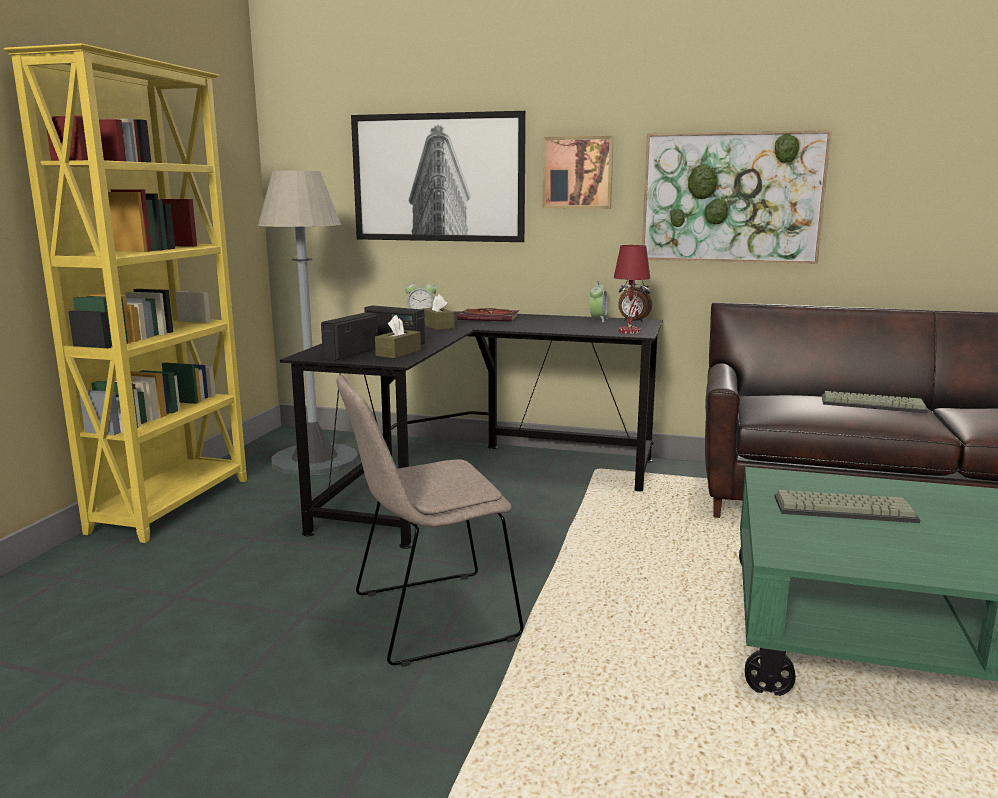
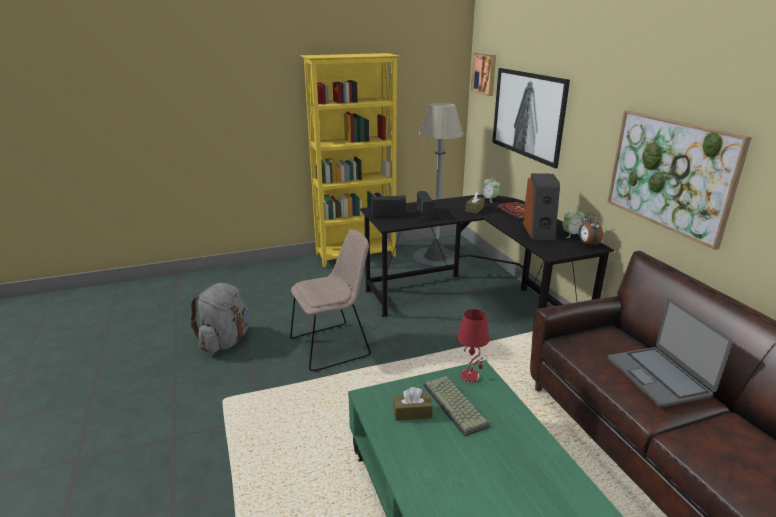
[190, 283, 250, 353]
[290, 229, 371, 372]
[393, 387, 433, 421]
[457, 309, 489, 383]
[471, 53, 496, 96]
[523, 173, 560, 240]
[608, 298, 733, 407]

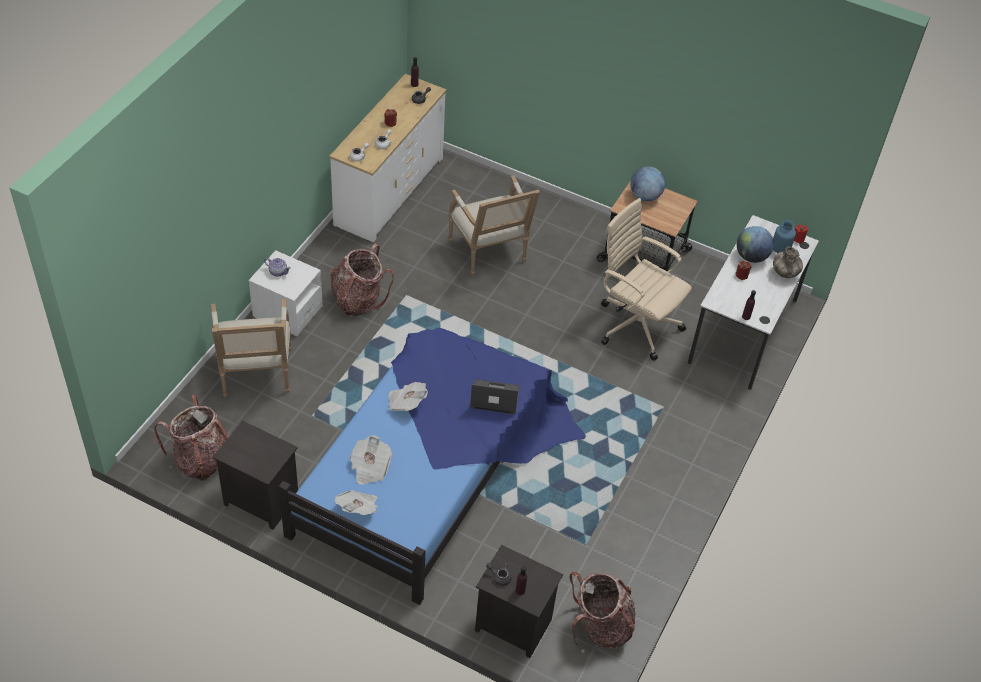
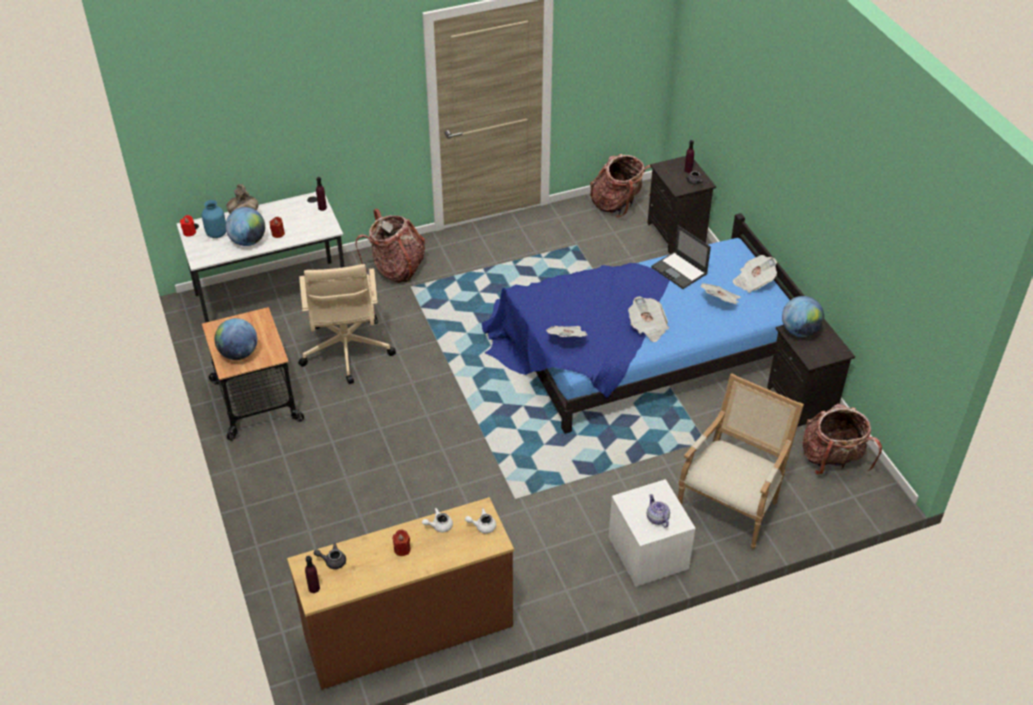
[287, 497, 514, 690]
[355, 209, 425, 283]
[546, 326, 588, 337]
[651, 225, 711, 289]
[782, 296, 824, 337]
[449, 175, 540, 275] (first image)

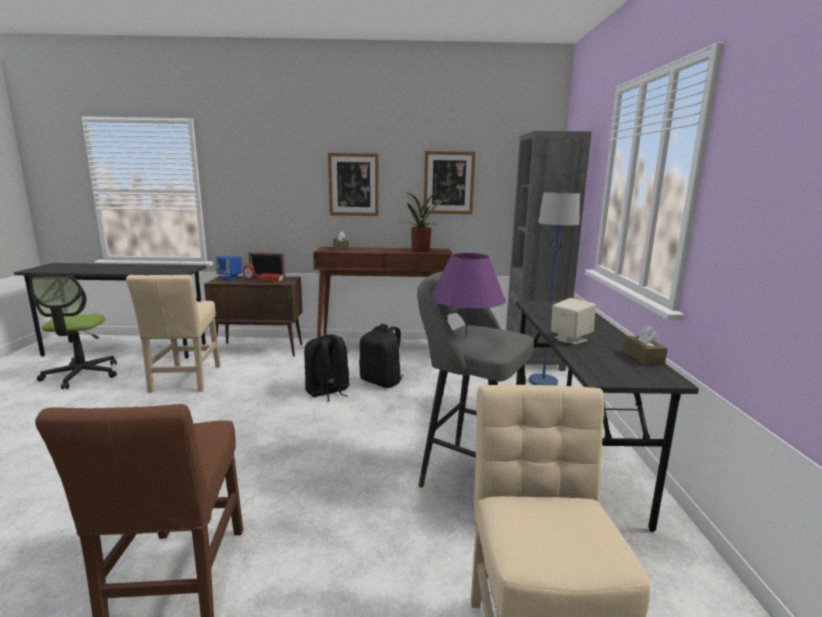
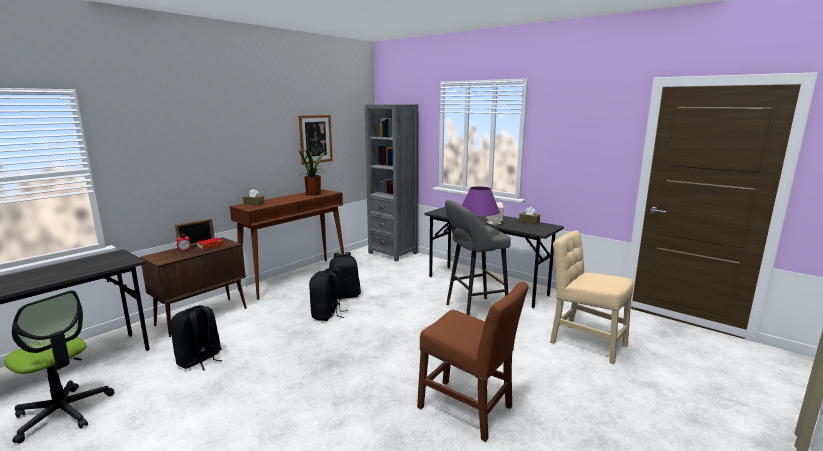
[170, 305, 223, 371]
[216, 256, 242, 280] (first image)
[328, 153, 379, 216] (first image)
[529, 192, 580, 385] (first image)

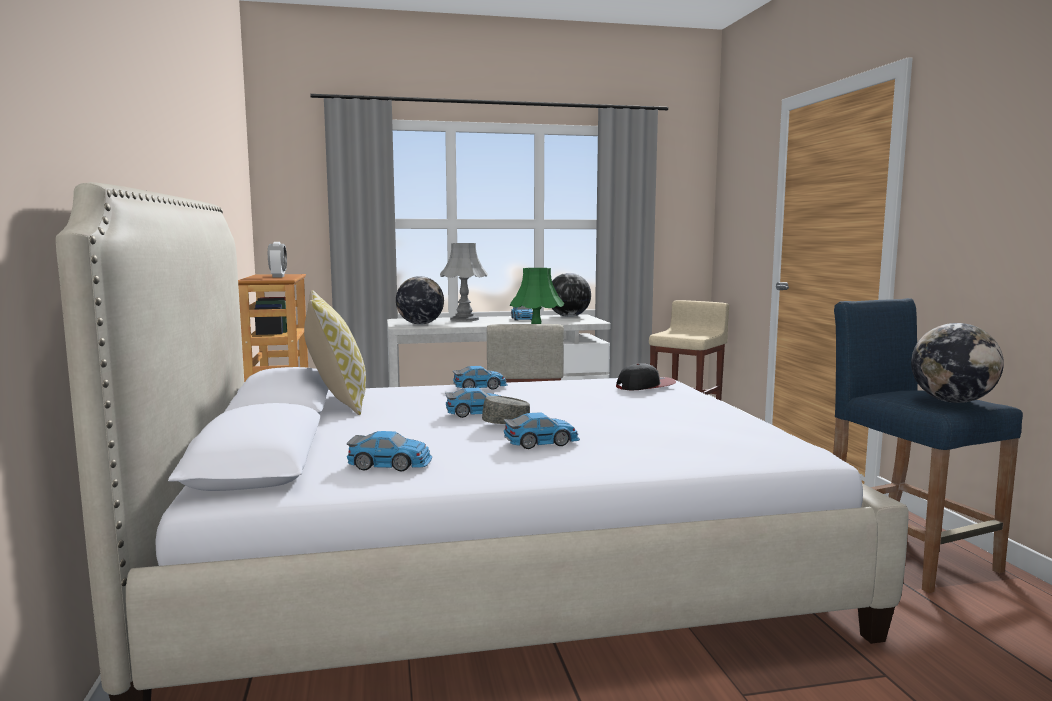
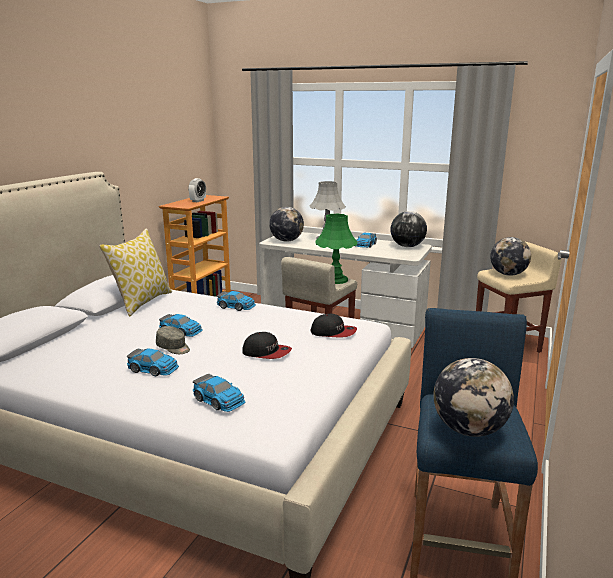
[193, 374, 246, 412]
[242, 332, 292, 359]
[490, 237, 531, 276]

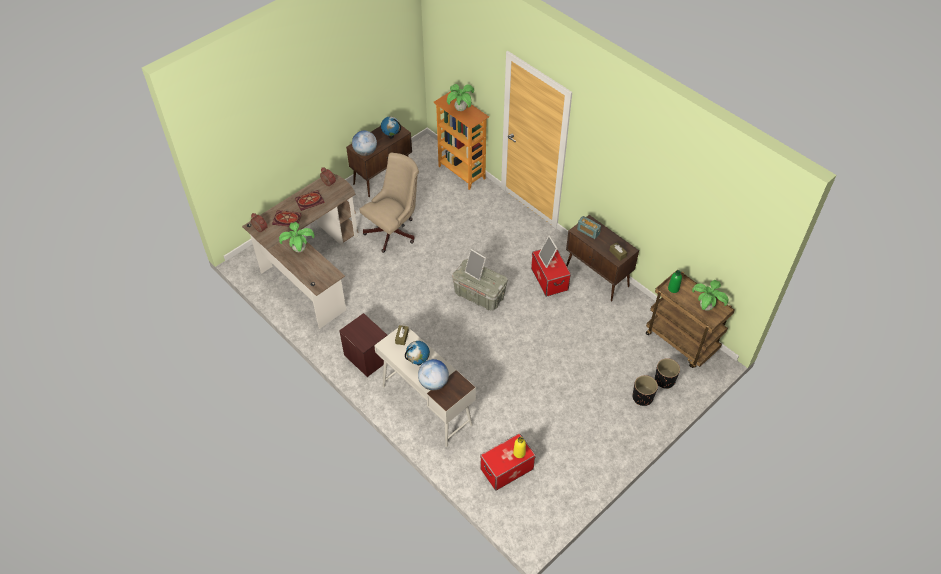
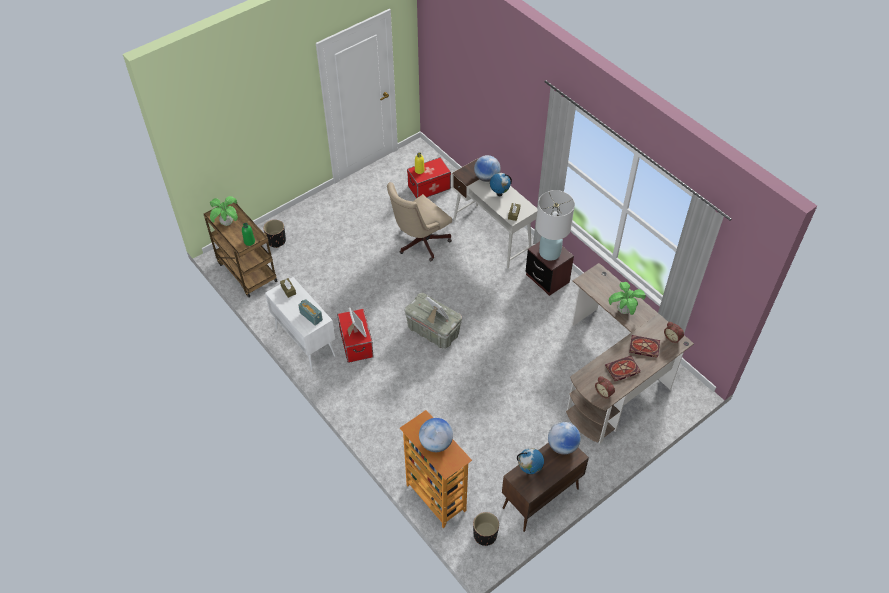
[265, 277, 336, 371]
[387, 182, 452, 261]
[419, 418, 453, 452]
[473, 512, 499, 546]
[536, 190, 575, 261]

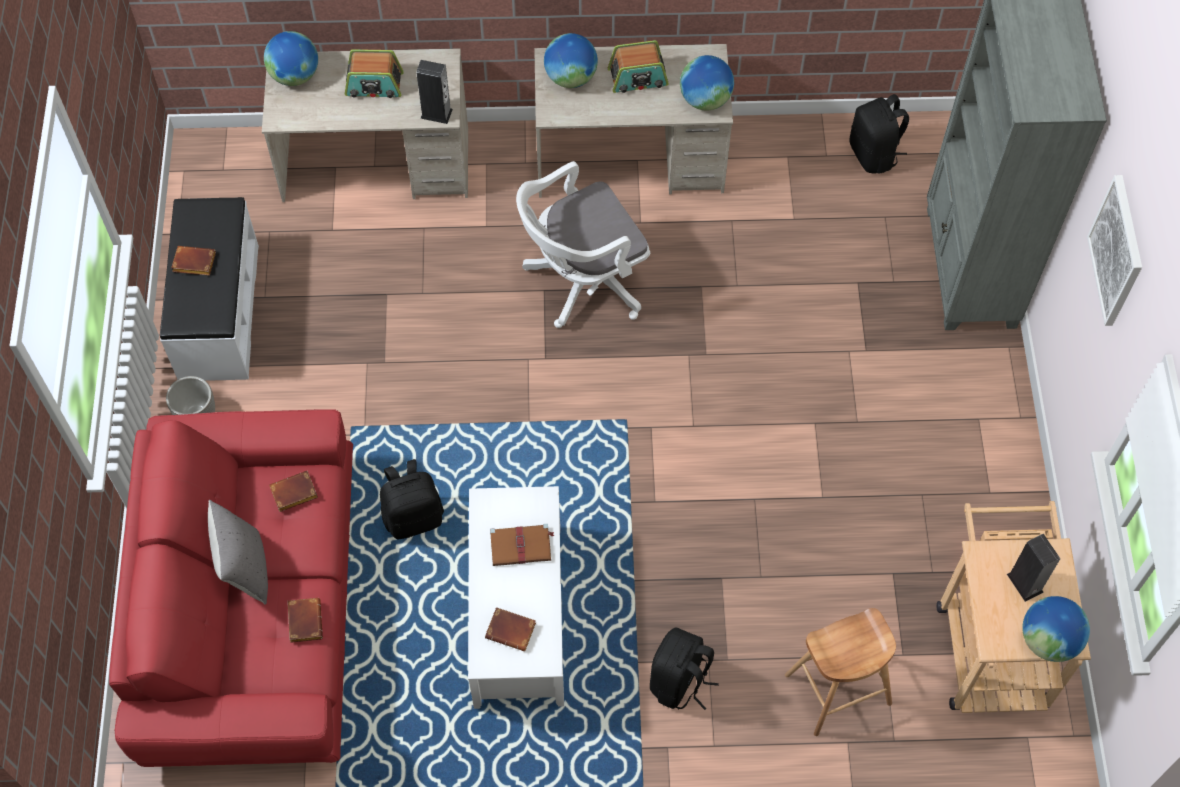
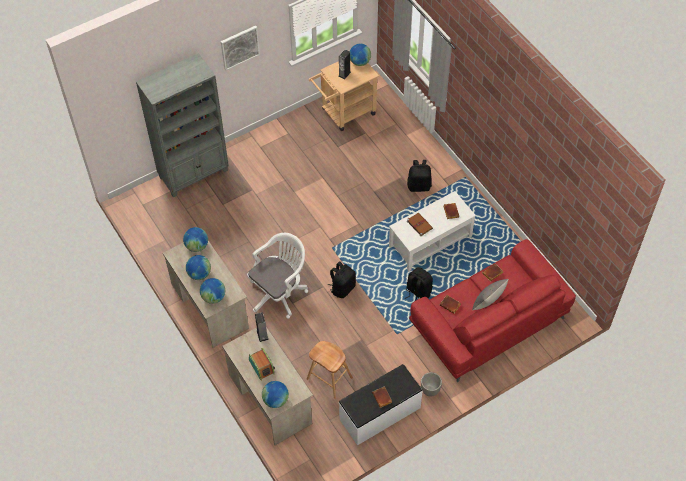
[186, 255, 211, 280]
[247, 233, 308, 319]
[306, 341, 353, 399]
[328, 261, 356, 298]

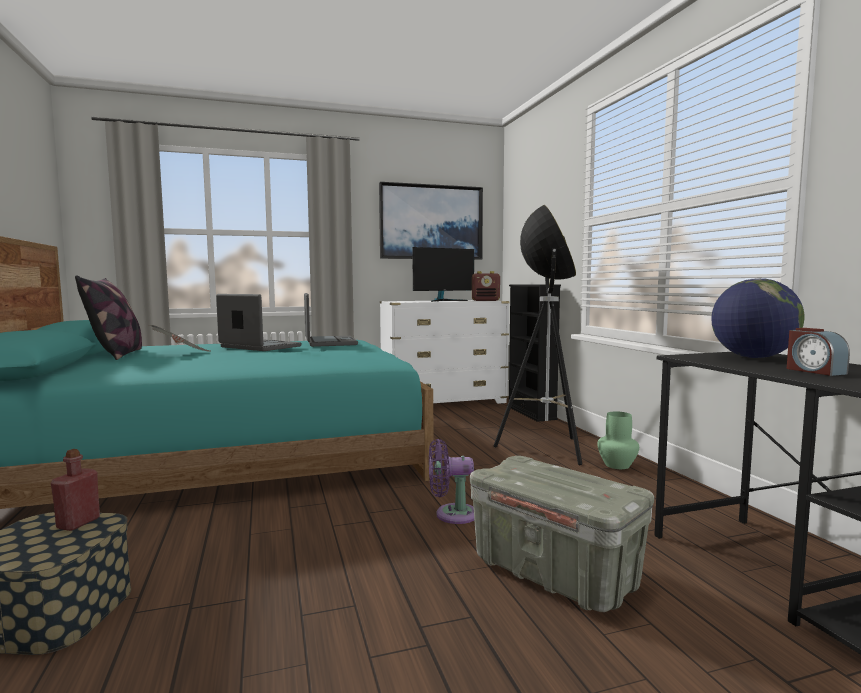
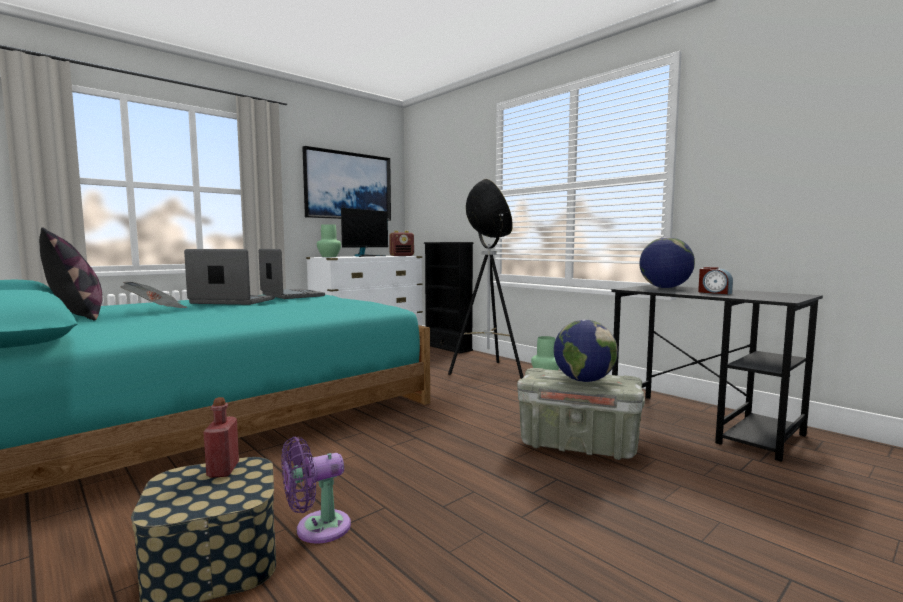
[281, 437, 351, 544]
[317, 224, 341, 257]
[554, 320, 618, 382]

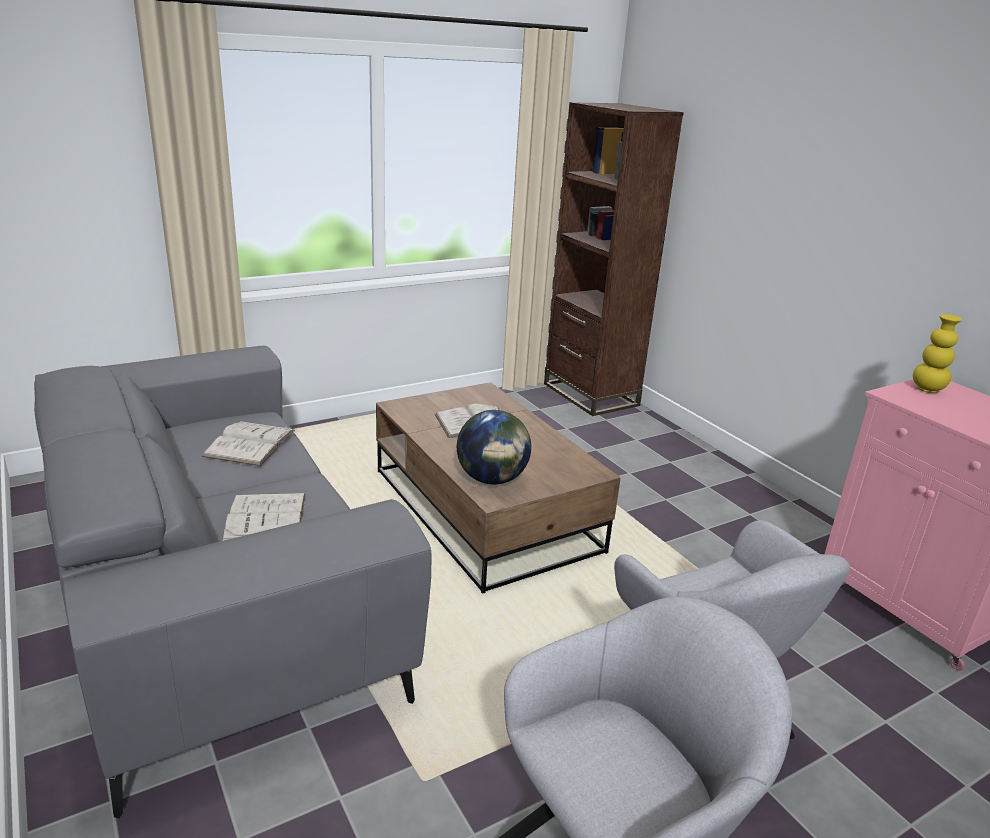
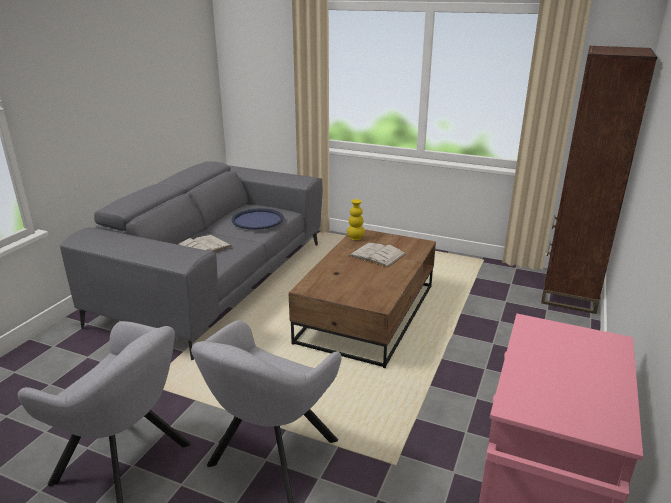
[232, 208, 284, 230]
[347, 199, 365, 240]
[457, 410, 531, 484] (first image)

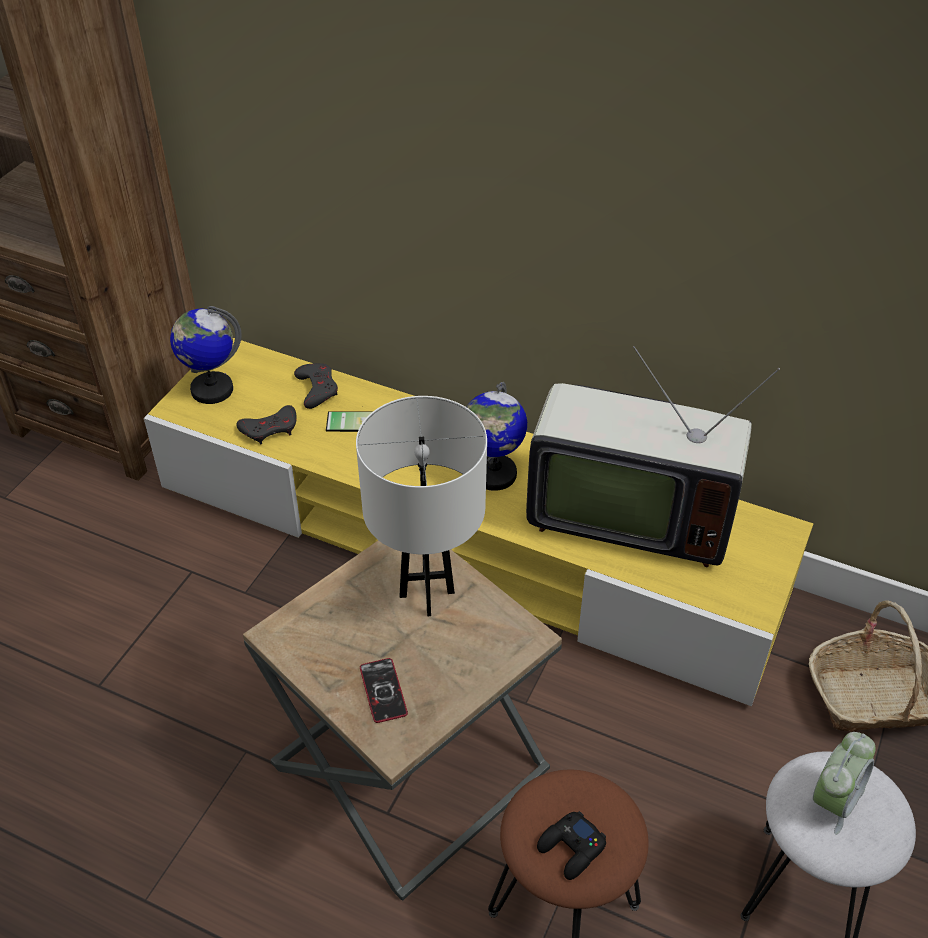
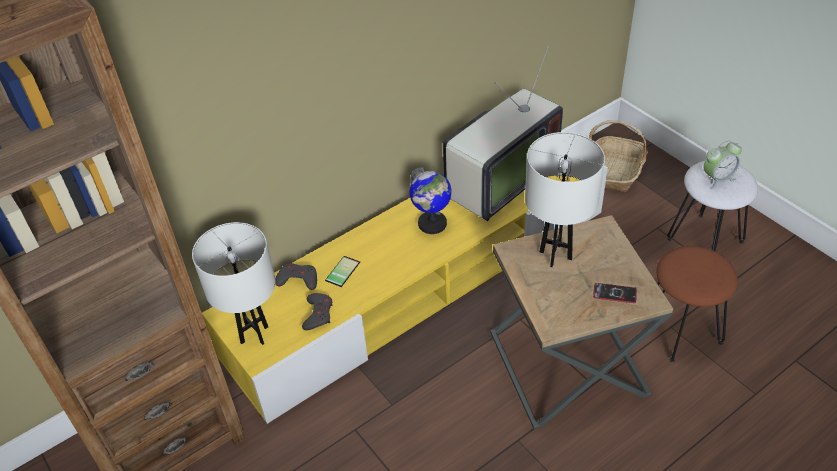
[192, 222, 275, 345]
[704, 141, 742, 189]
[537, 811, 606, 880] (first image)

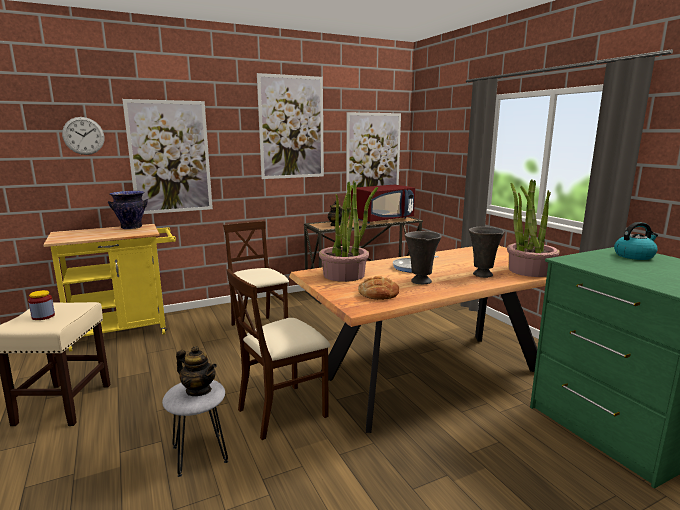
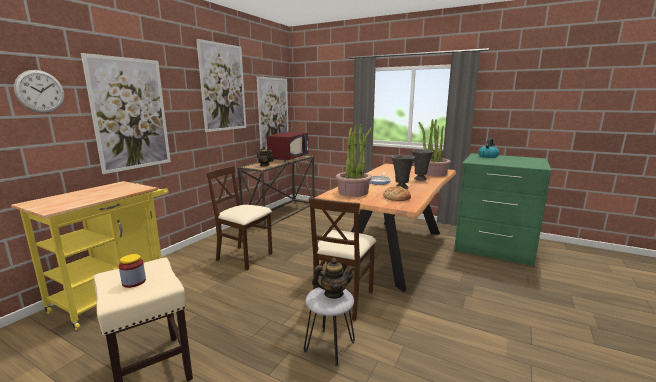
[108, 191, 148, 229] (first image)

